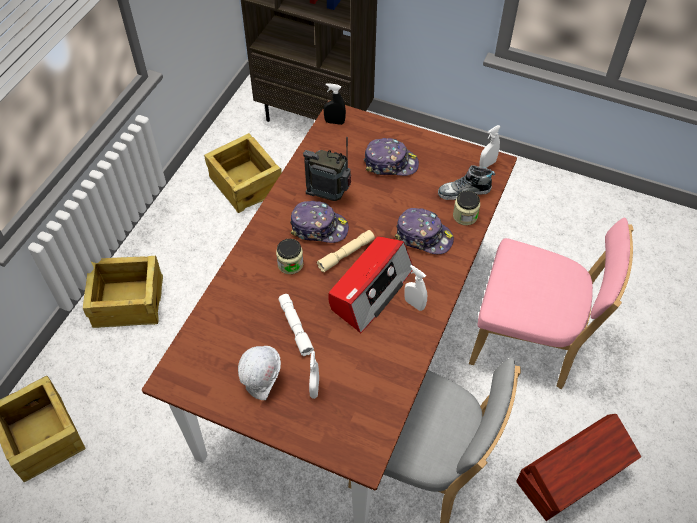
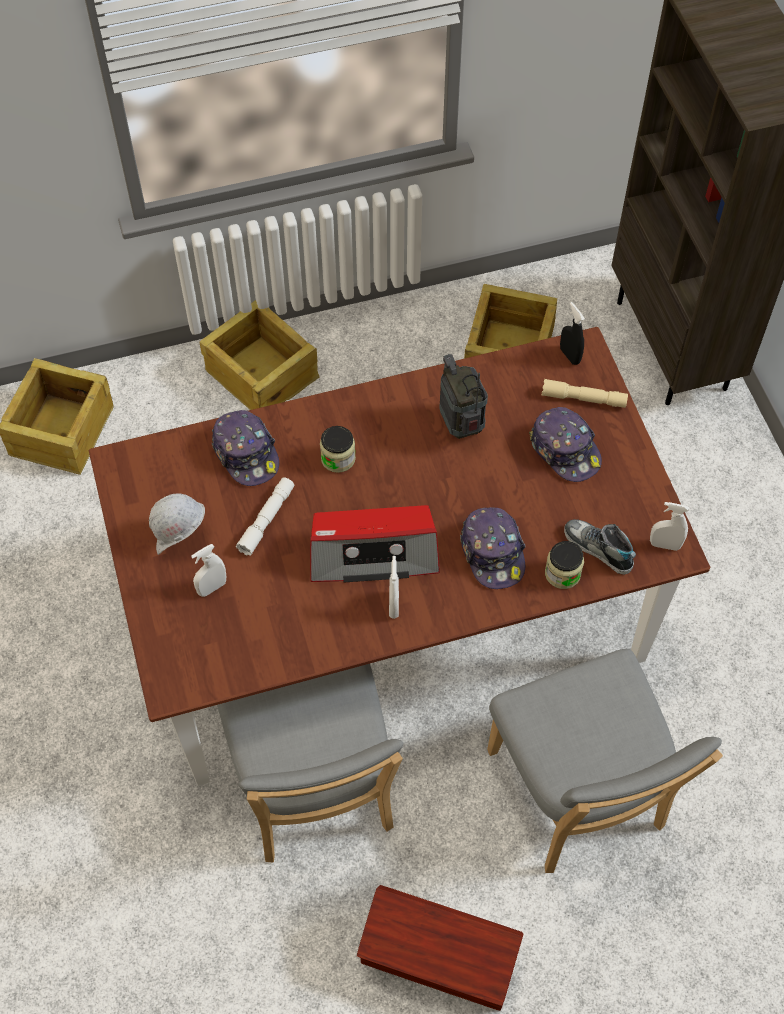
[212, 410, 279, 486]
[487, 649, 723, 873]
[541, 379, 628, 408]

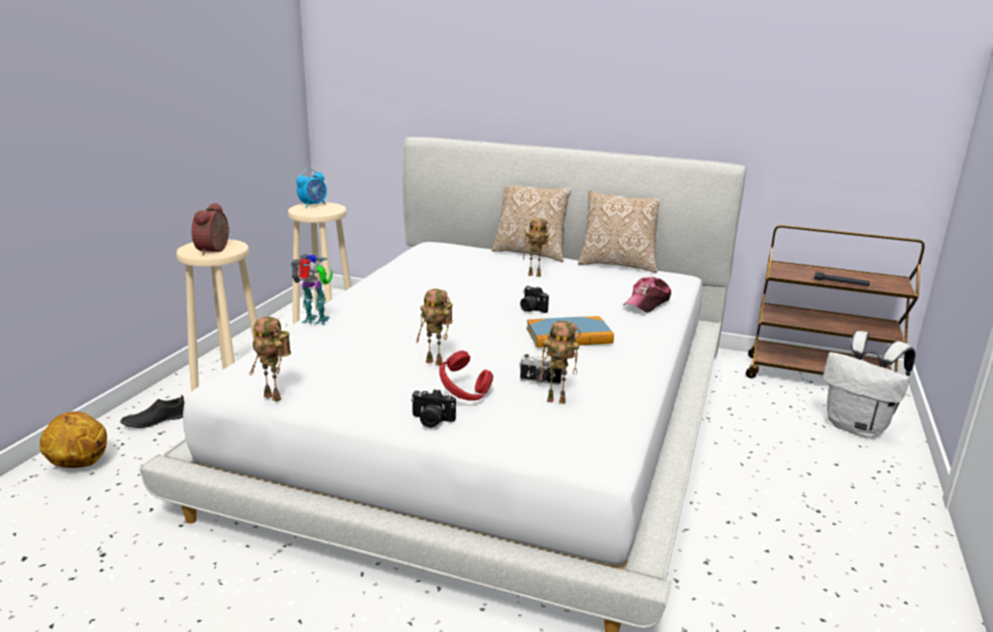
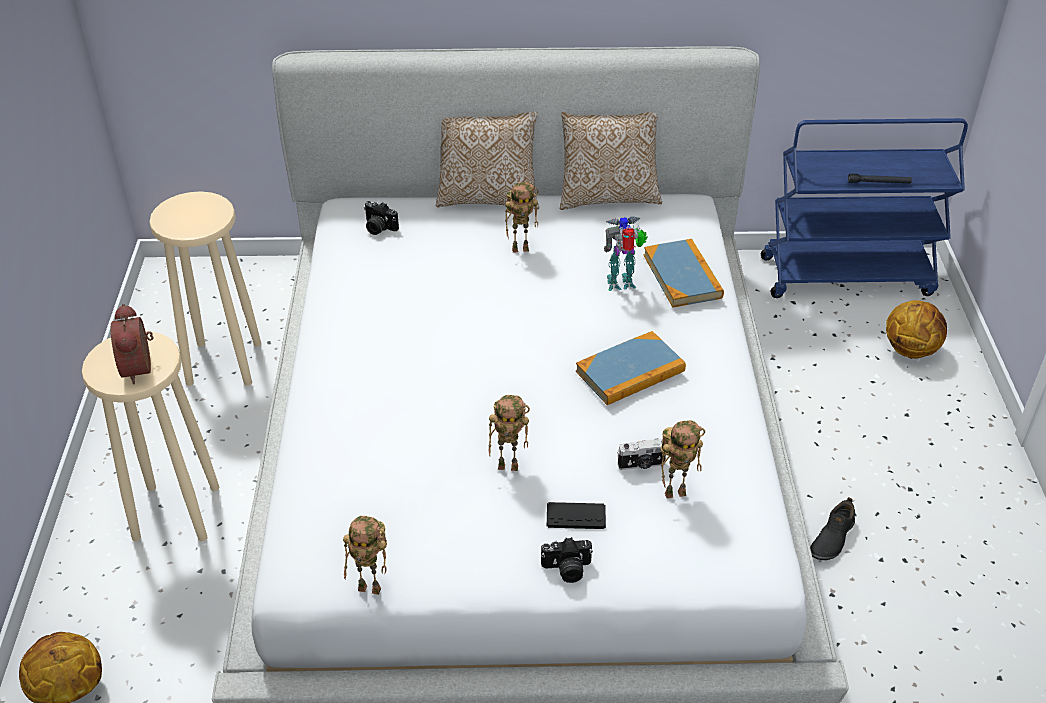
[364, 201, 399, 235]
[547, 502, 606, 529]
[604, 216, 648, 291]
[644, 239, 724, 308]
[761, 118, 968, 298]
[810, 497, 855, 560]
[886, 300, 947, 359]
[296, 168, 327, 208] (first image)

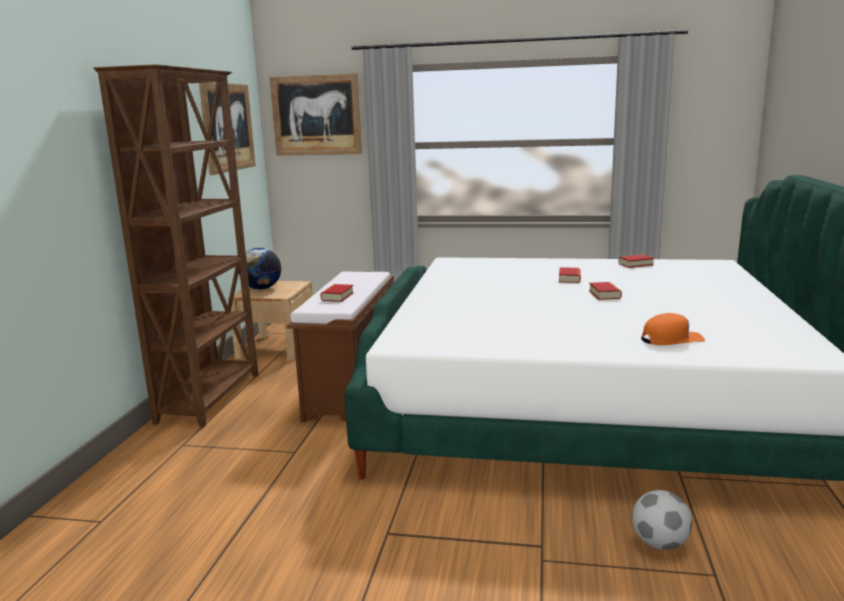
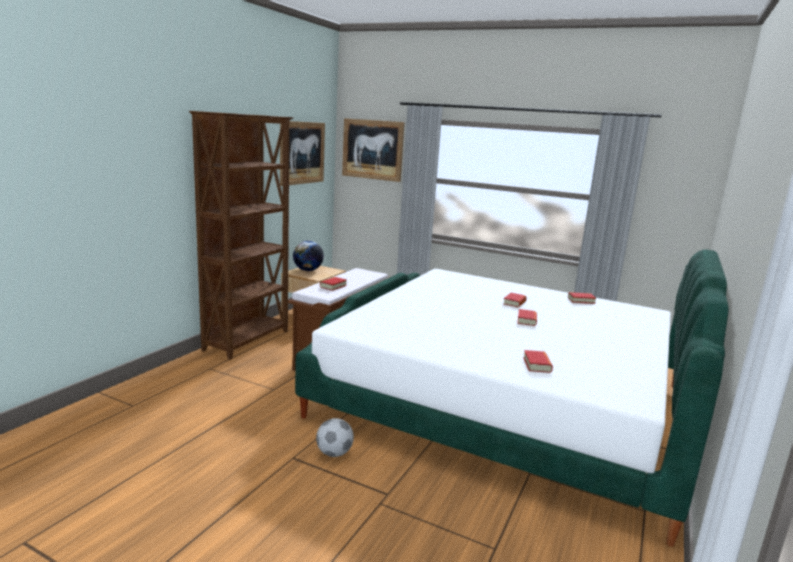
[316, 418, 354, 457]
[523, 350, 553, 373]

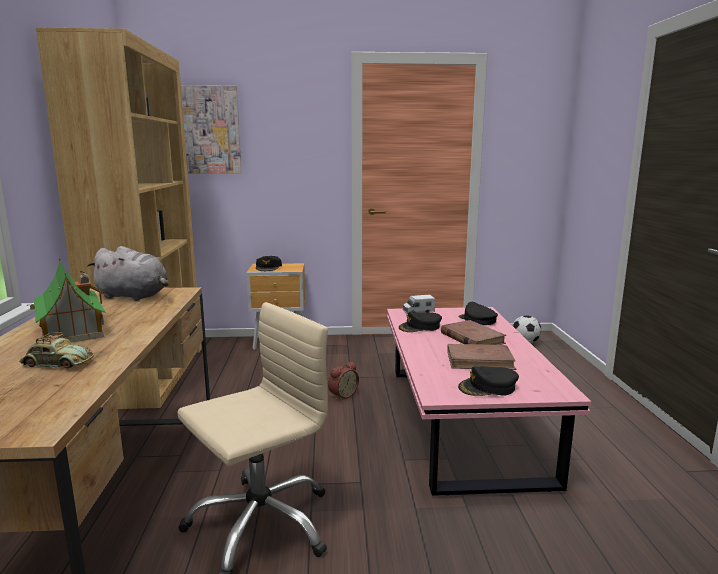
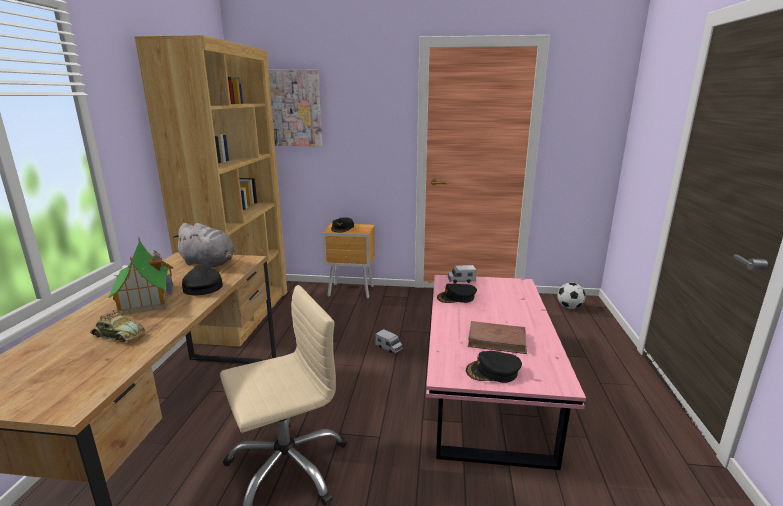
[182, 265, 223, 295]
[375, 329, 403, 354]
[441, 320, 506, 345] (first image)

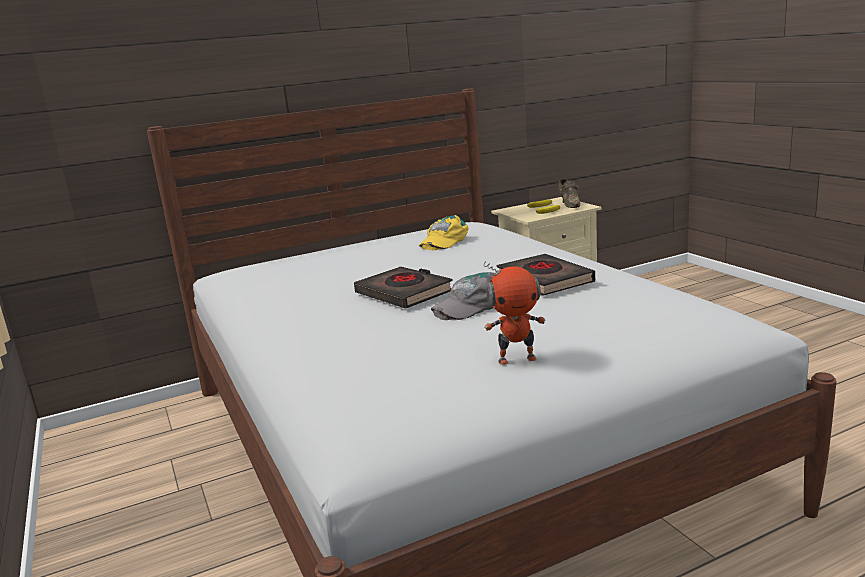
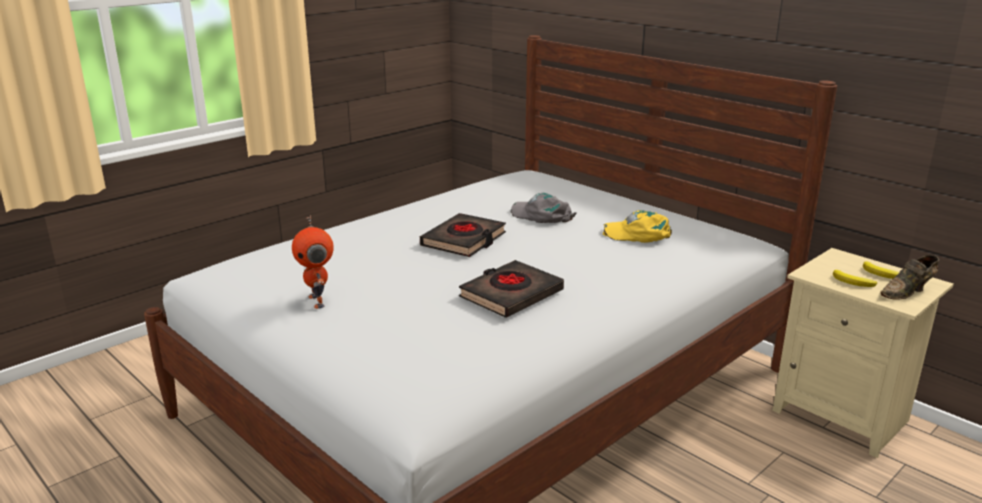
[510, 193, 577, 223]

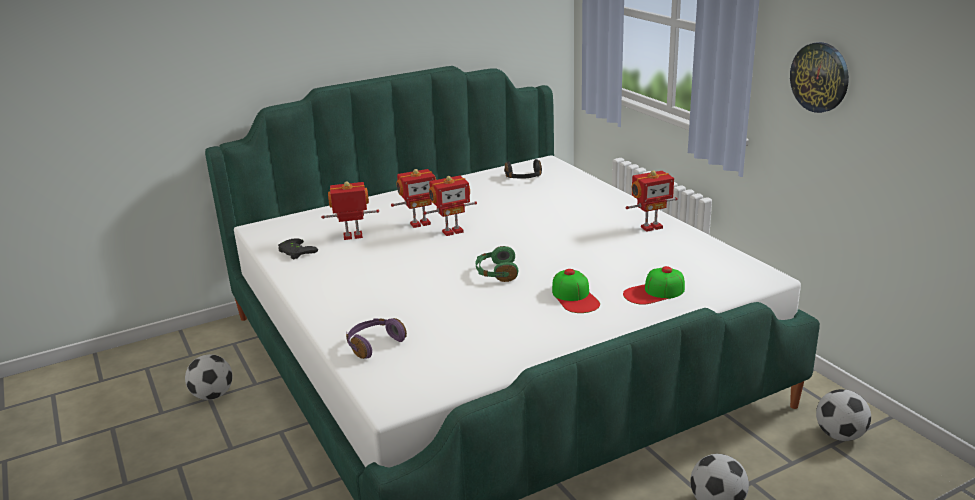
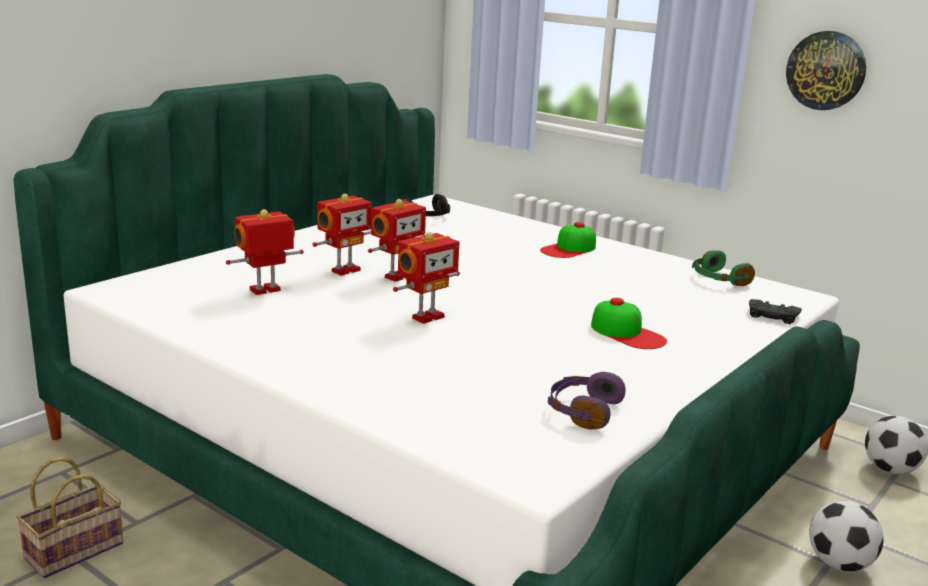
[16, 457, 123, 578]
[393, 232, 460, 324]
[540, 222, 596, 258]
[548, 372, 626, 430]
[692, 250, 755, 286]
[749, 299, 802, 324]

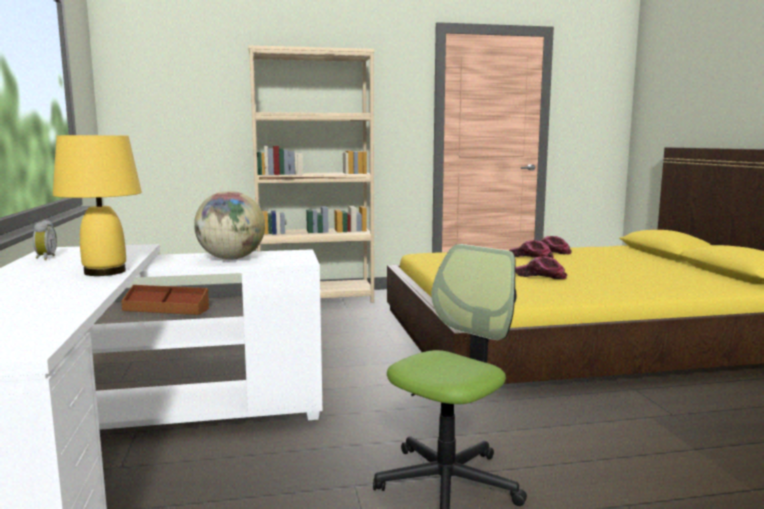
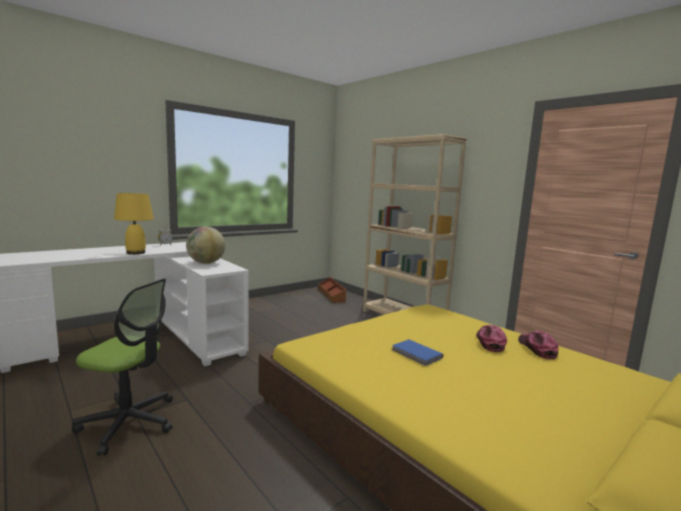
[392, 339, 444, 366]

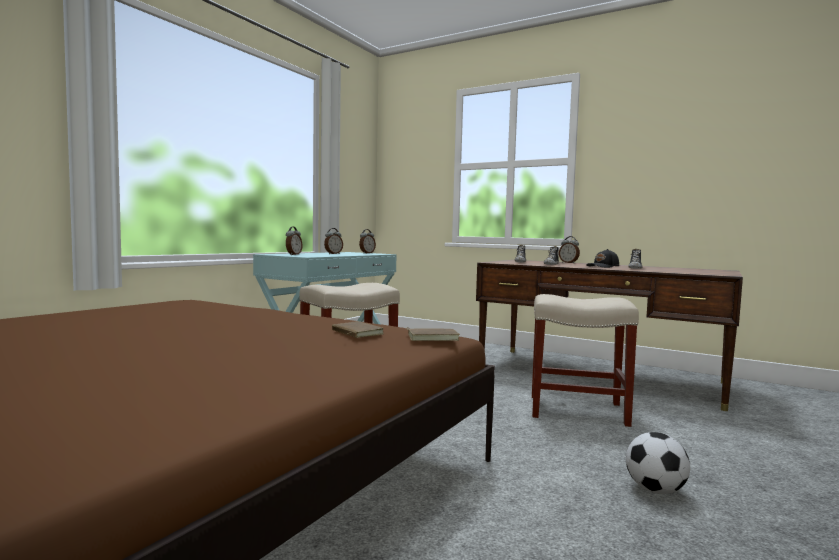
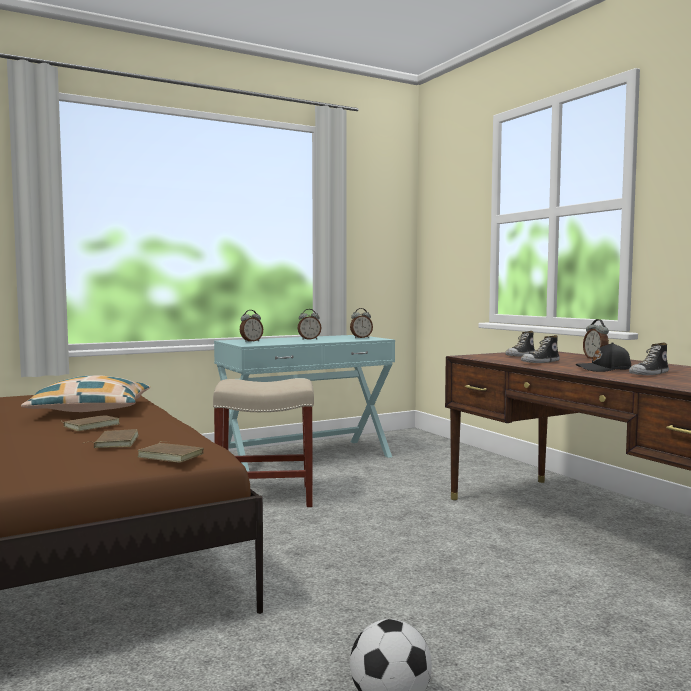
[21, 375, 150, 412]
[61, 415, 120, 431]
[532, 294, 639, 427] (first image)

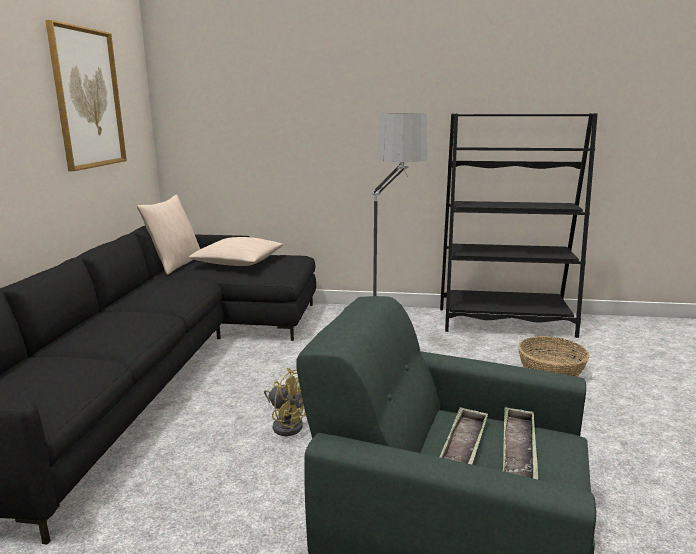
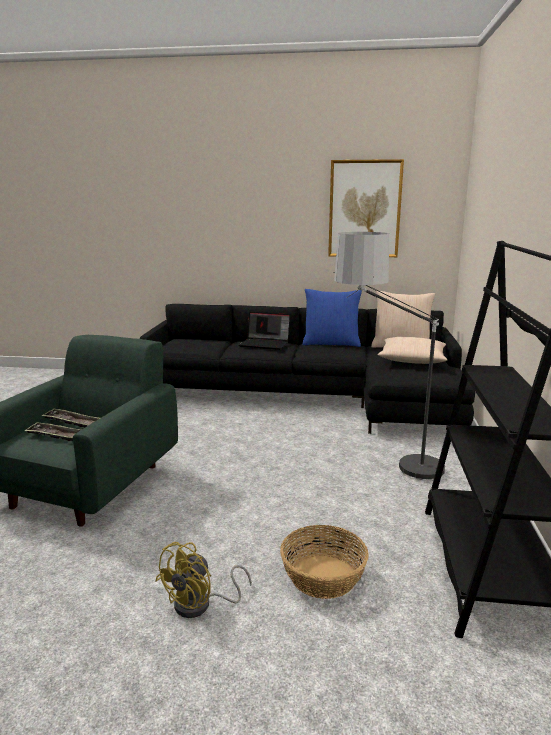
[155, 542, 252, 618]
[239, 312, 290, 350]
[302, 289, 362, 347]

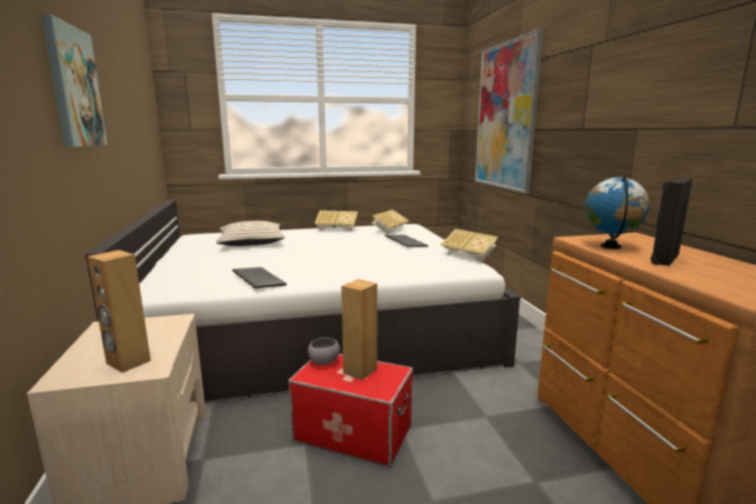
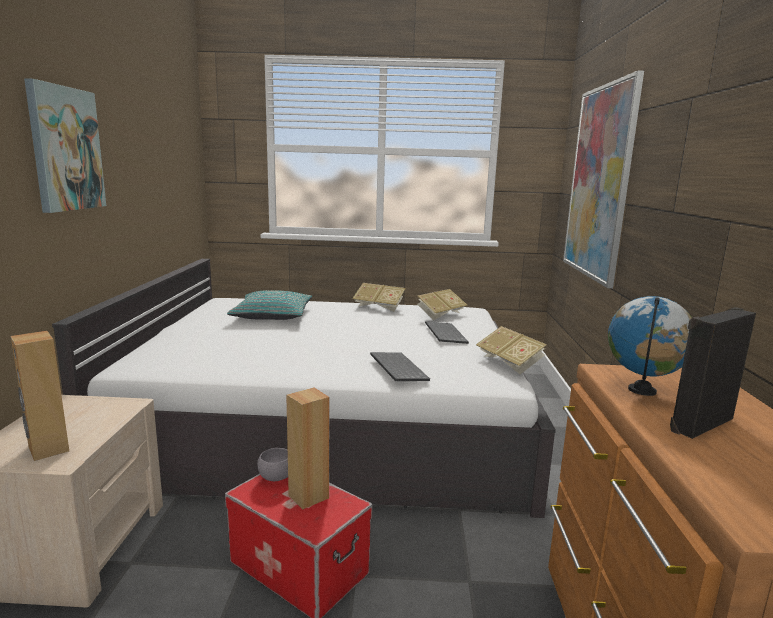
[227, 290, 312, 320]
[370, 352, 430, 381]

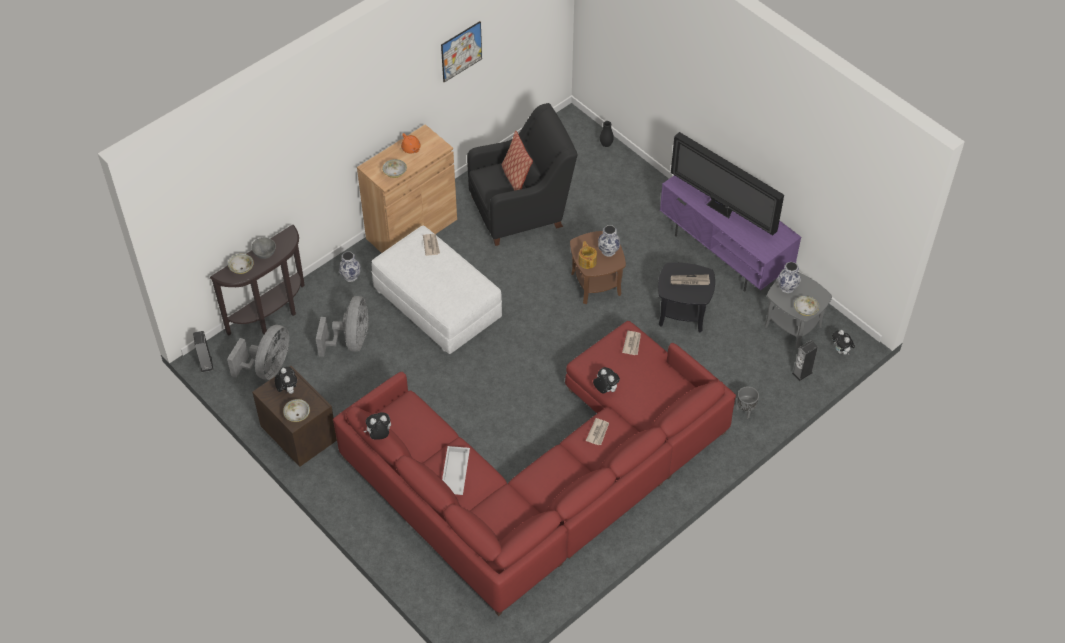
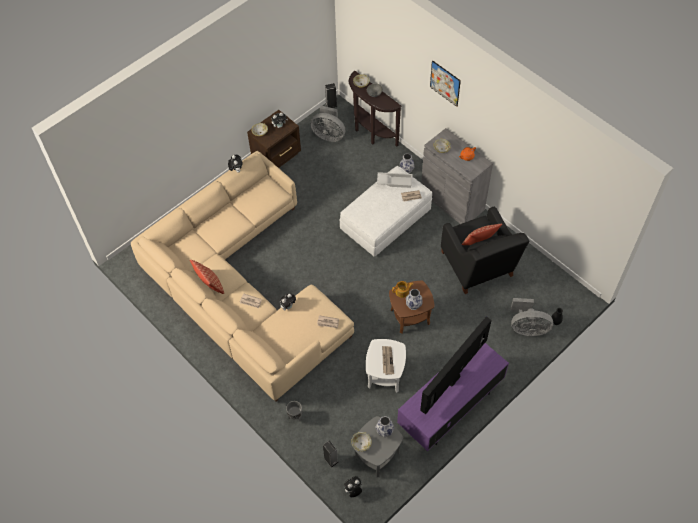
[131, 151, 354, 402]
[190, 259, 224, 294]
[366, 339, 406, 393]
[377, 172, 412, 188]
[421, 128, 493, 224]
[430, 60, 461, 107]
[511, 298, 553, 336]

